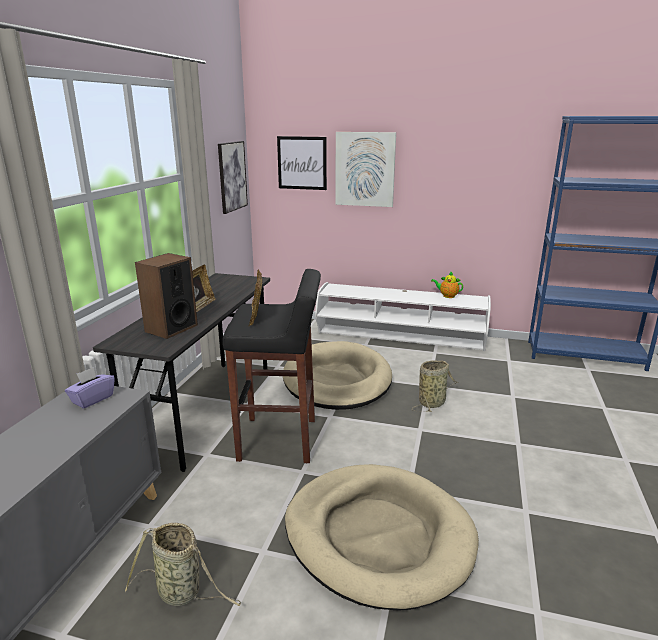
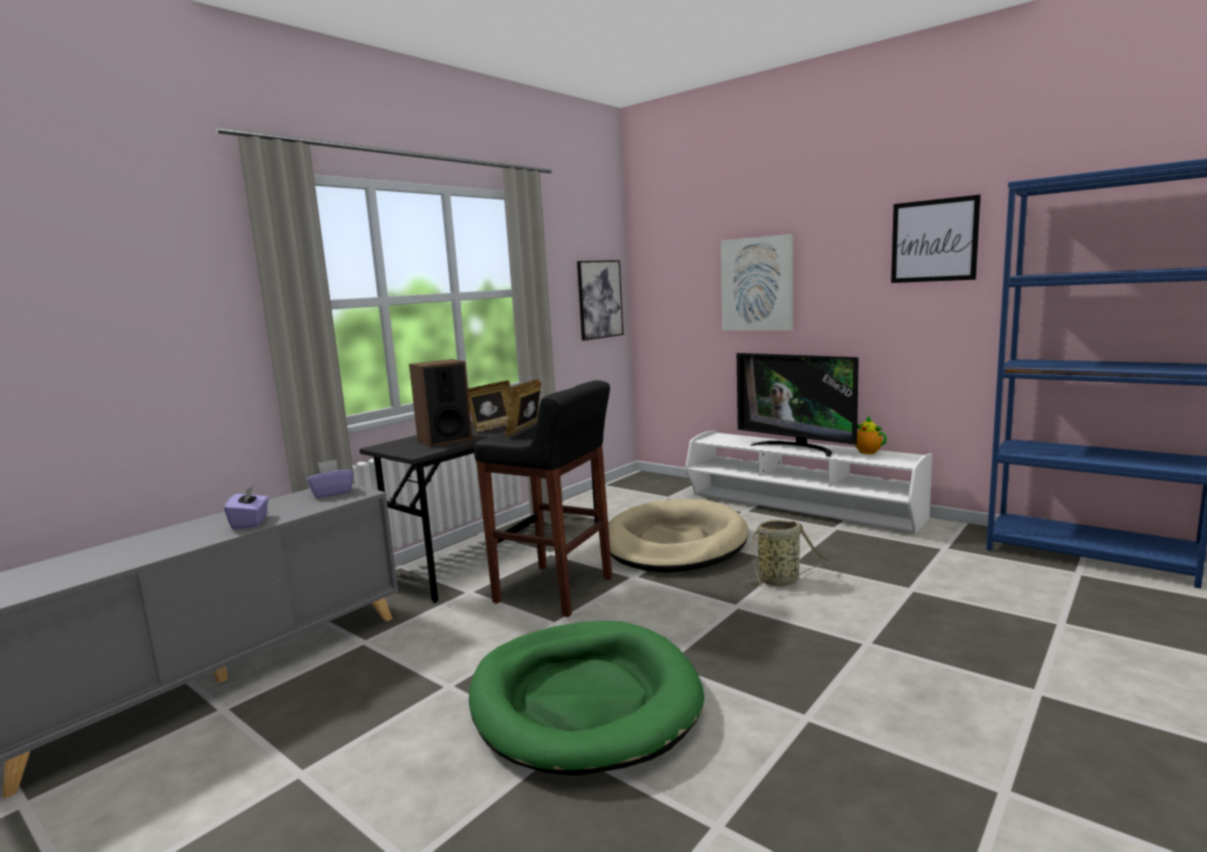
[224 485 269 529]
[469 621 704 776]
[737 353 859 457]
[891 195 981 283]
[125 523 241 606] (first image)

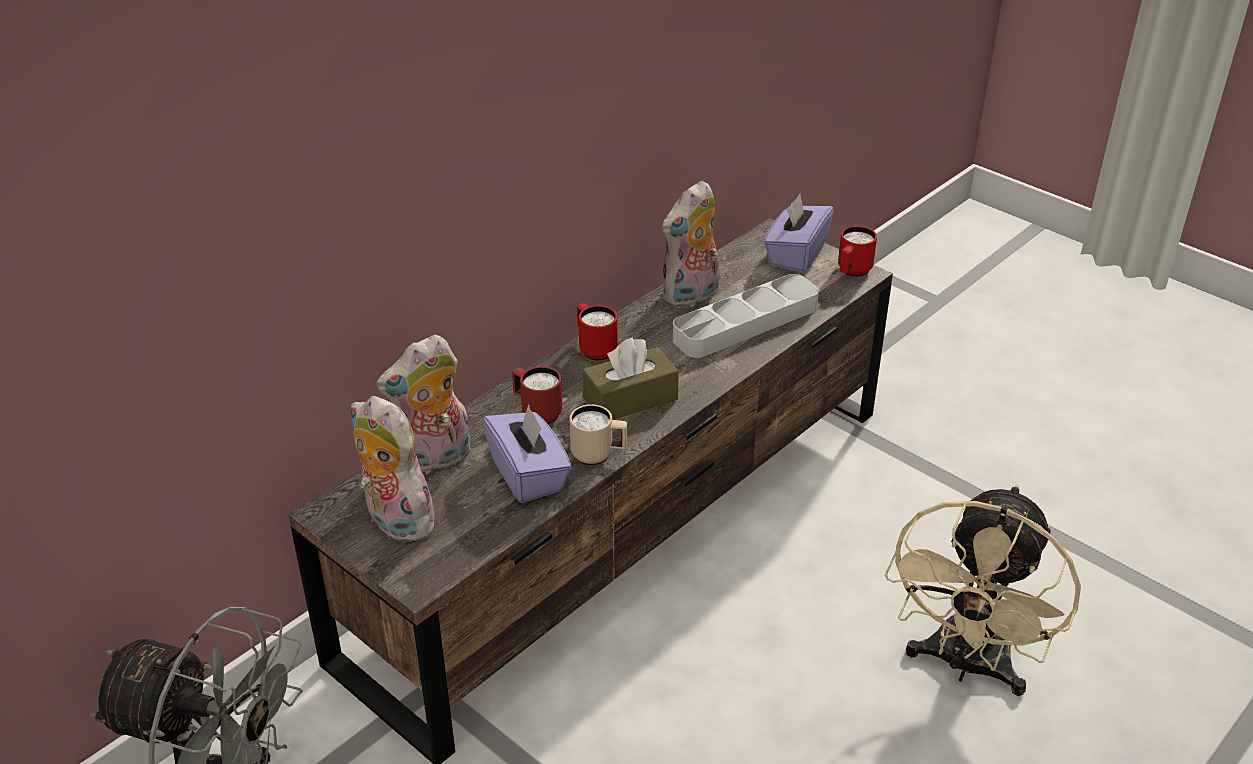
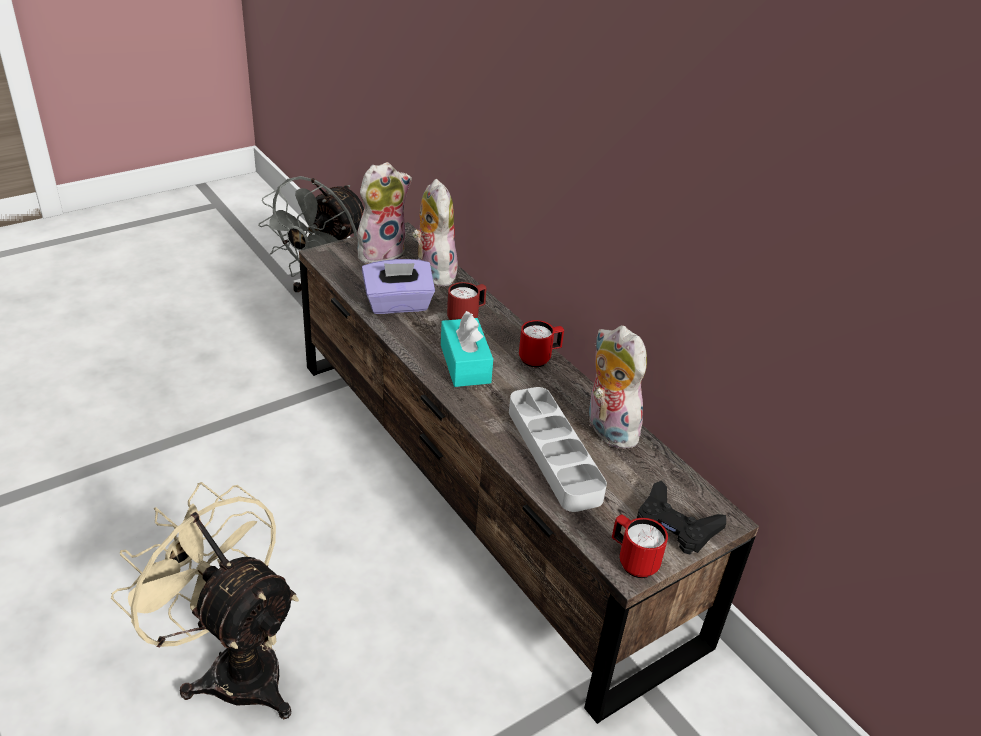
[441 311 493 387]
[637 480 726 554]
[569 404 627 465] (first image)

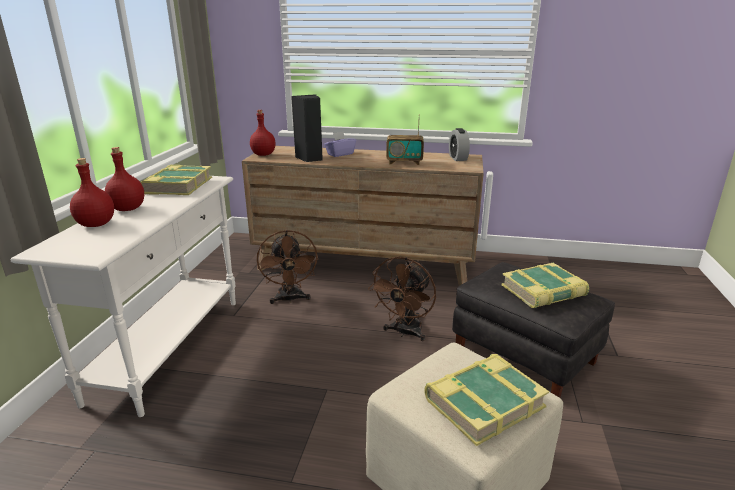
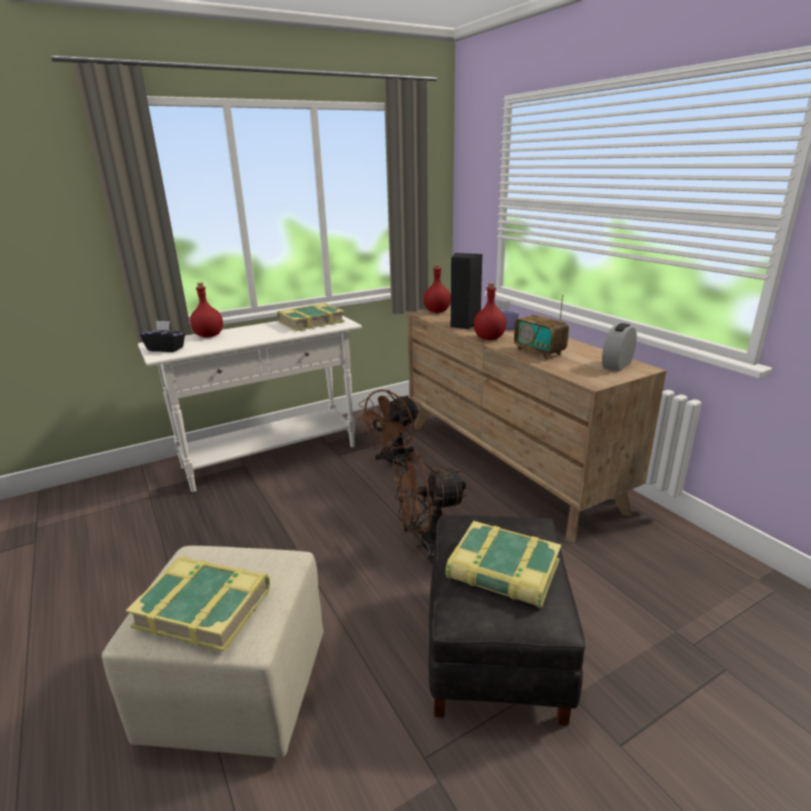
[140 320 185 352]
[474 283 506 340]

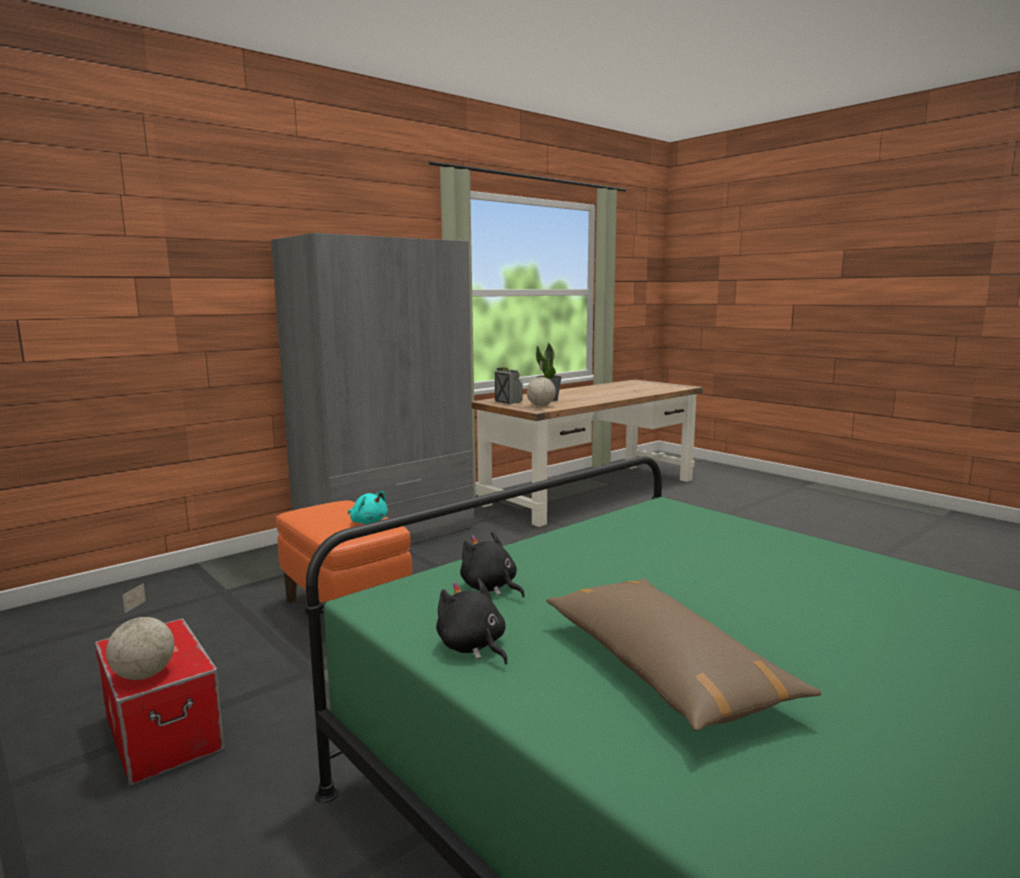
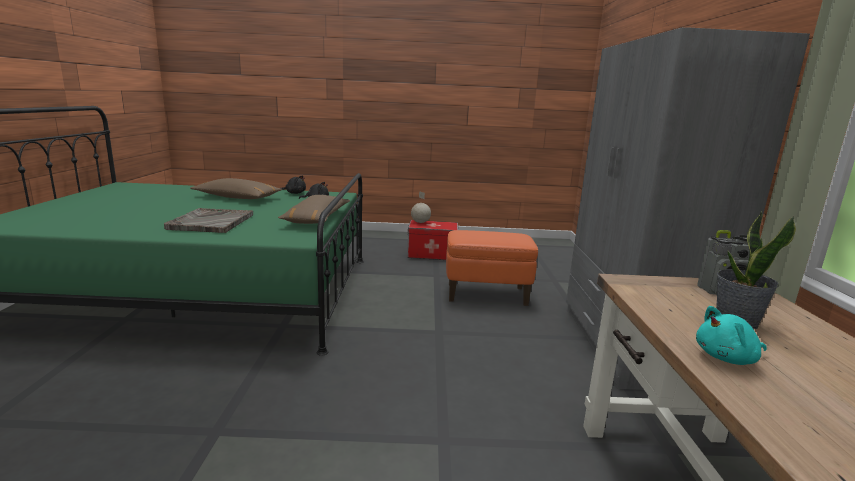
[164 208 253 233]
[278 195 350 224]
[696 306 767 365]
[527 361 556 406] (first image)

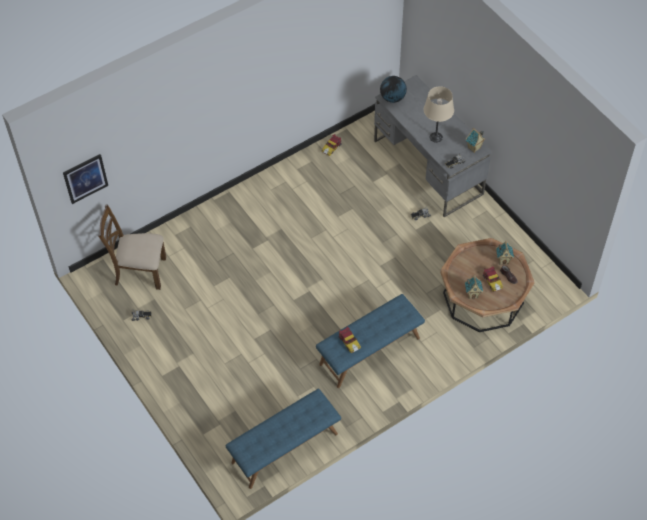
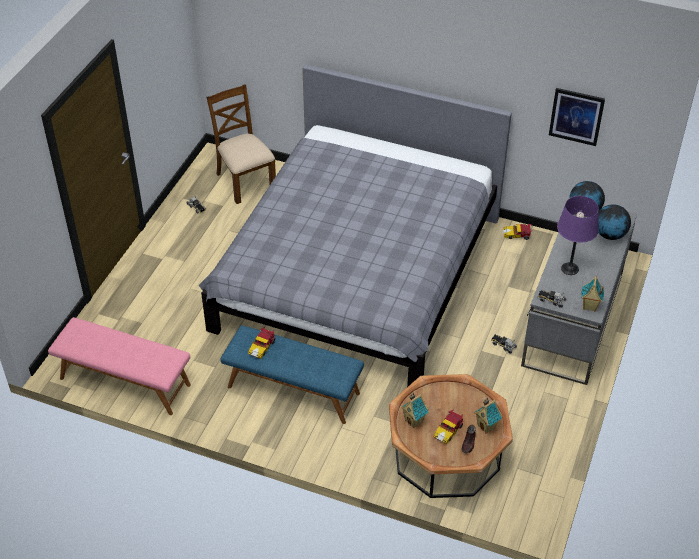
[48 317 191 415]
[198 64 512 387]
[549 88 605 146]
[557 196 599 275]
[598 204 631 240]

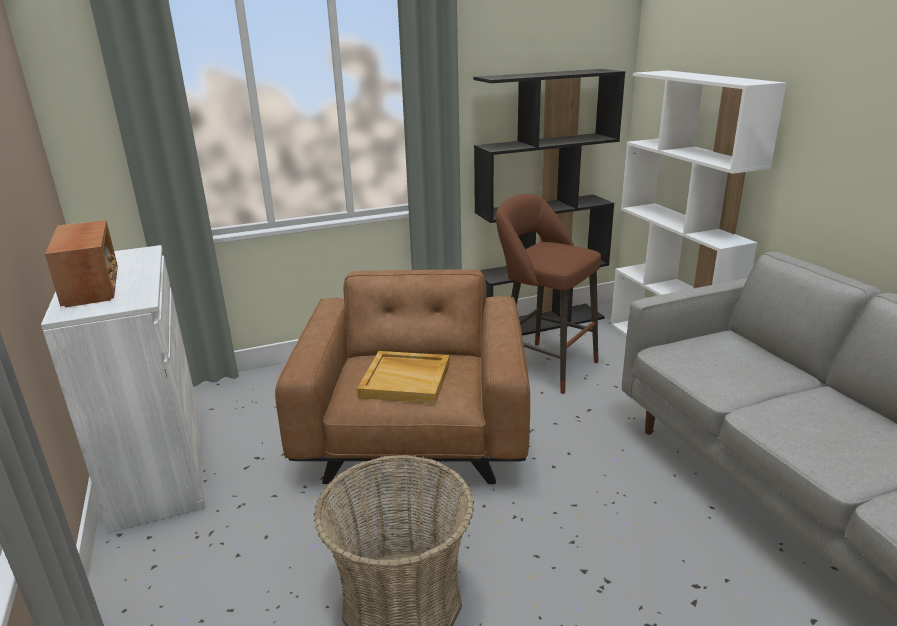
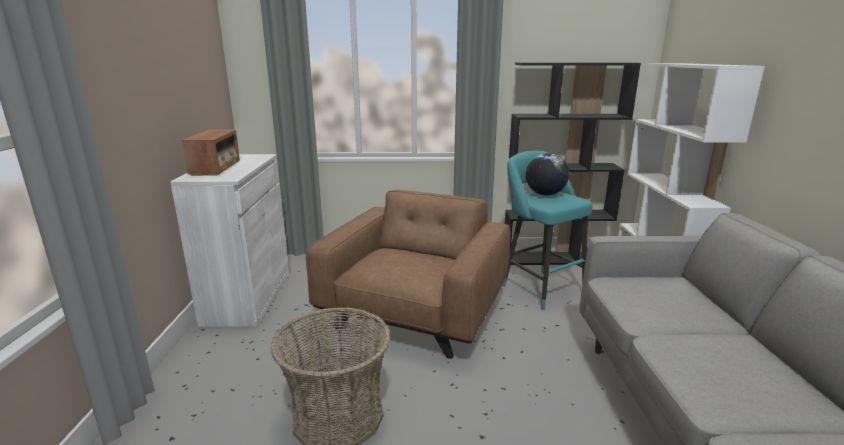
[502 151 593 310]
[526 153 569 196]
[357 351 450 404] (first image)

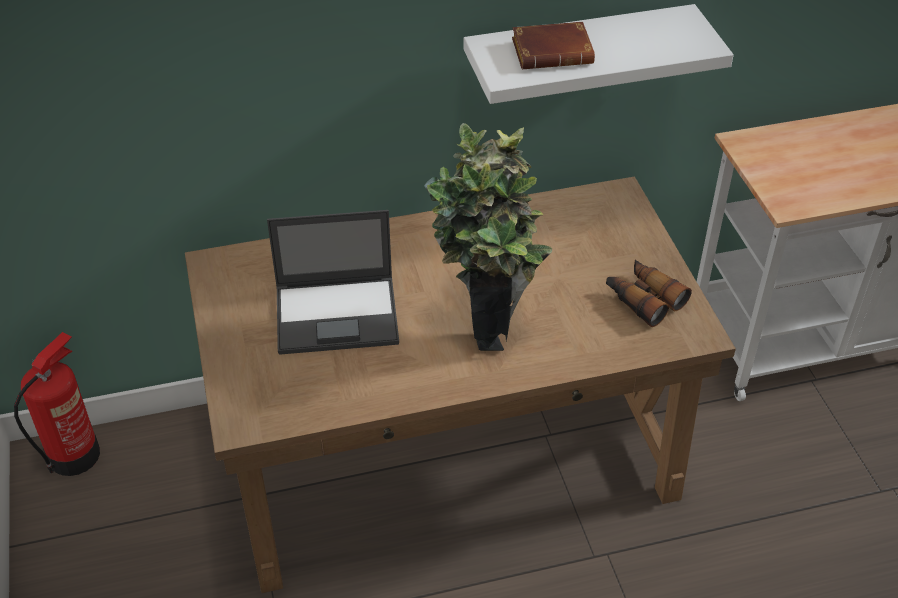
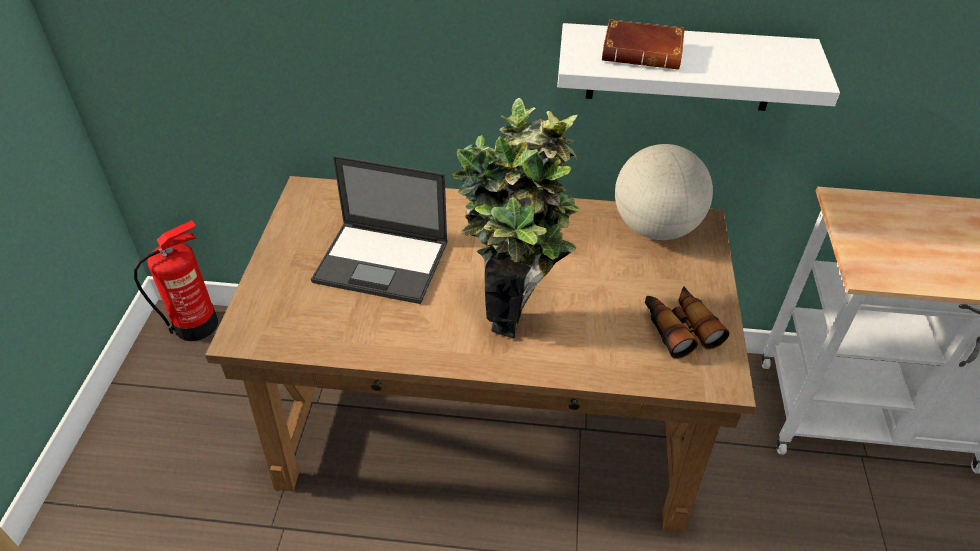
[615 144 713 240]

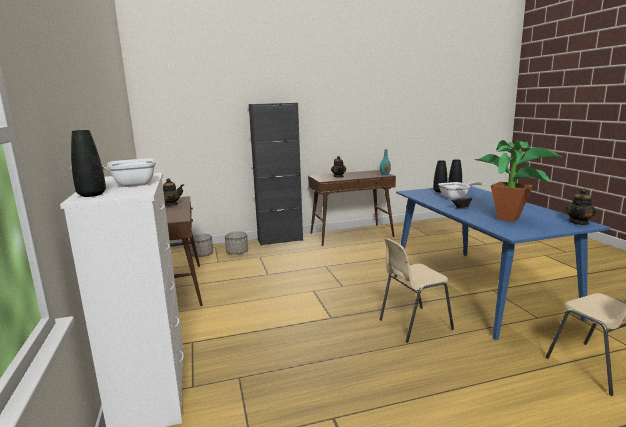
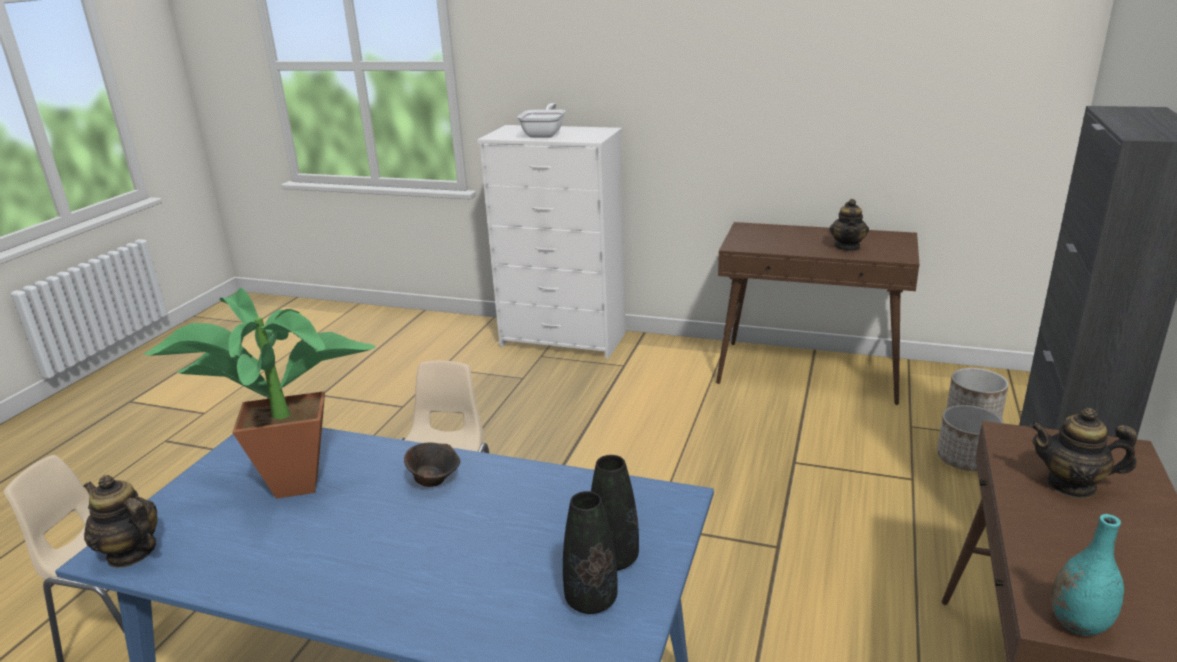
[83 475 158 568]
[71 130 106 197] (first image)
[438 182 483 199] (first image)

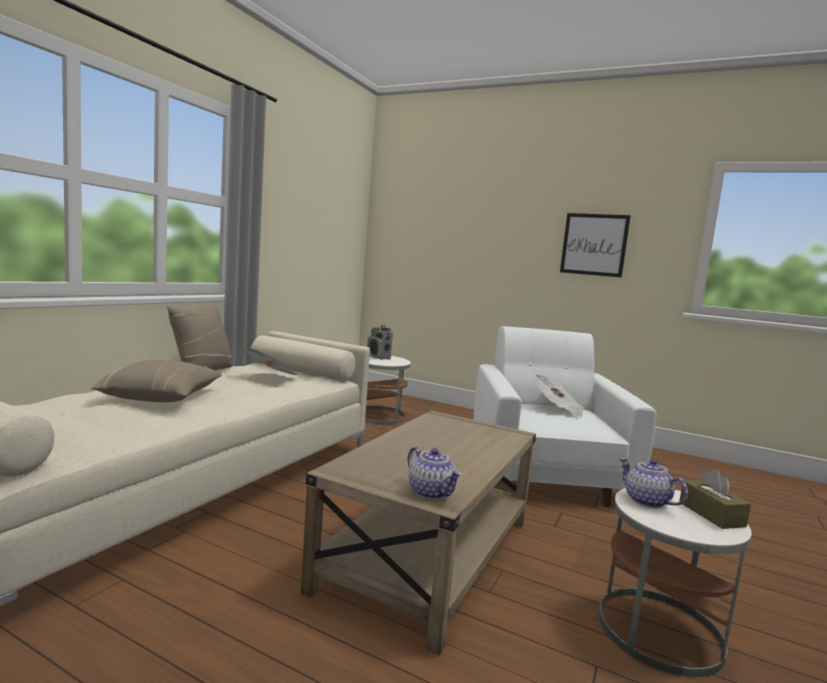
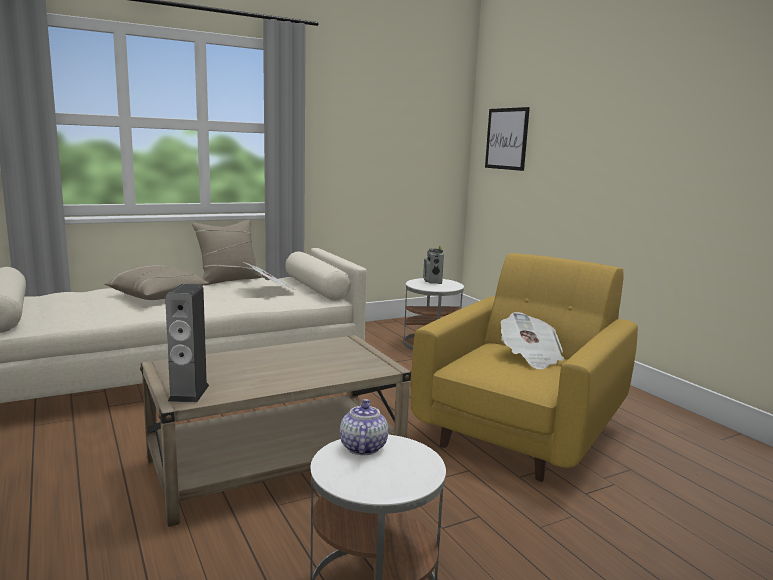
[165 284 209 402]
[411 253 638 482]
[485 107 530 171]
[679 469 751 529] (first image)

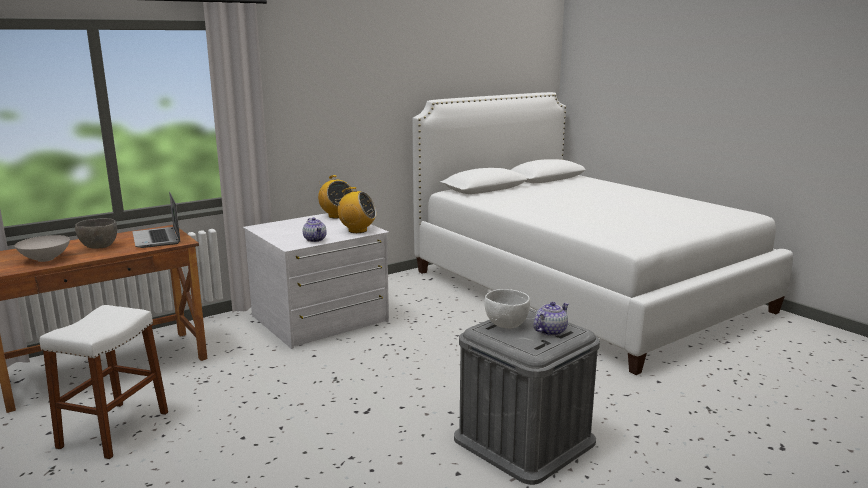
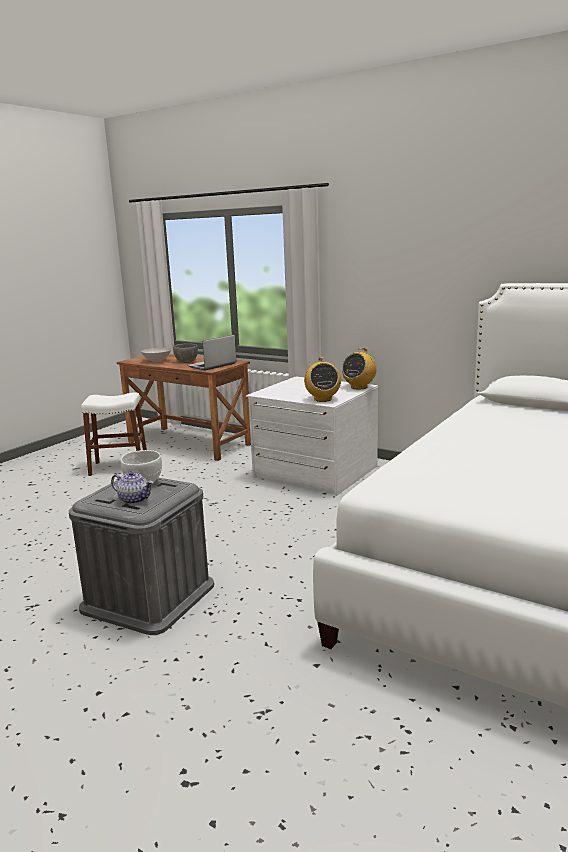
[303 217 327 242] (first image)

